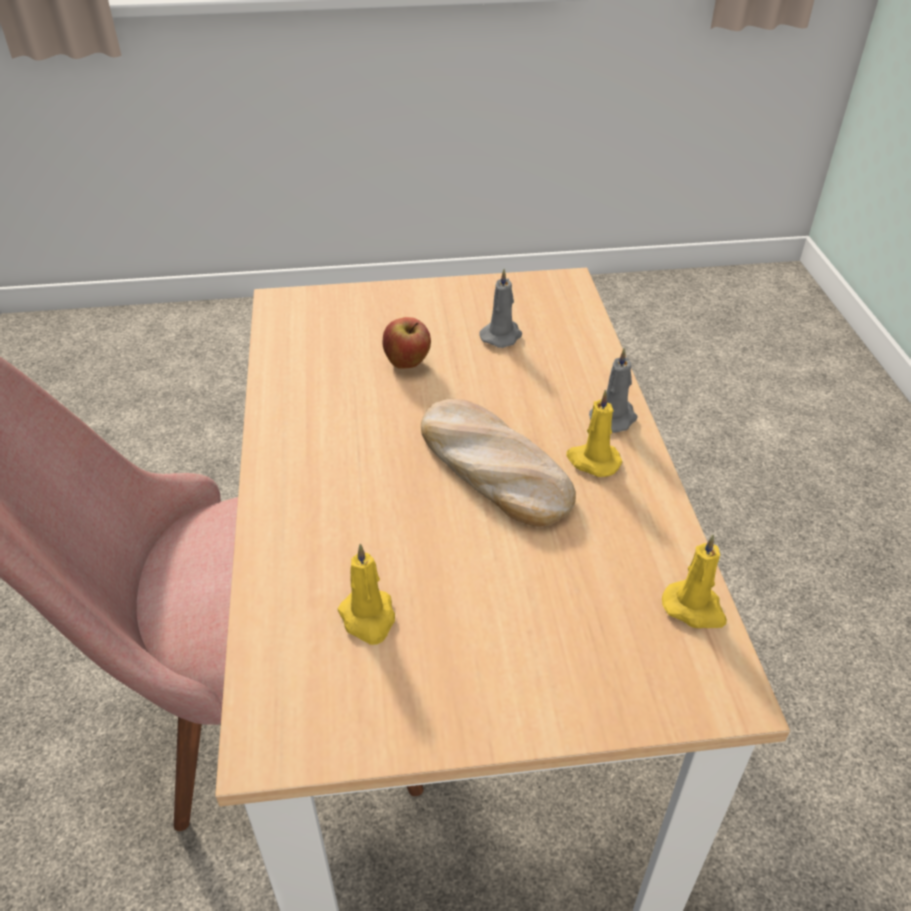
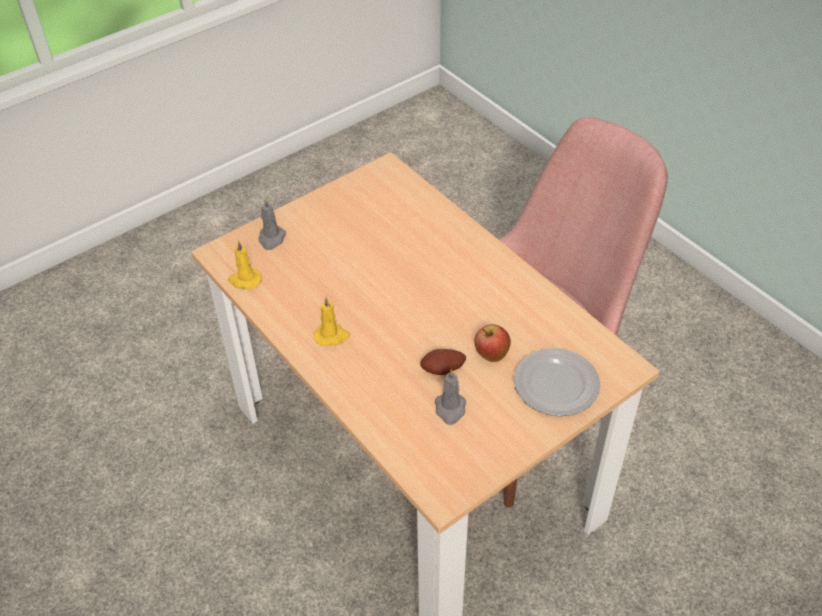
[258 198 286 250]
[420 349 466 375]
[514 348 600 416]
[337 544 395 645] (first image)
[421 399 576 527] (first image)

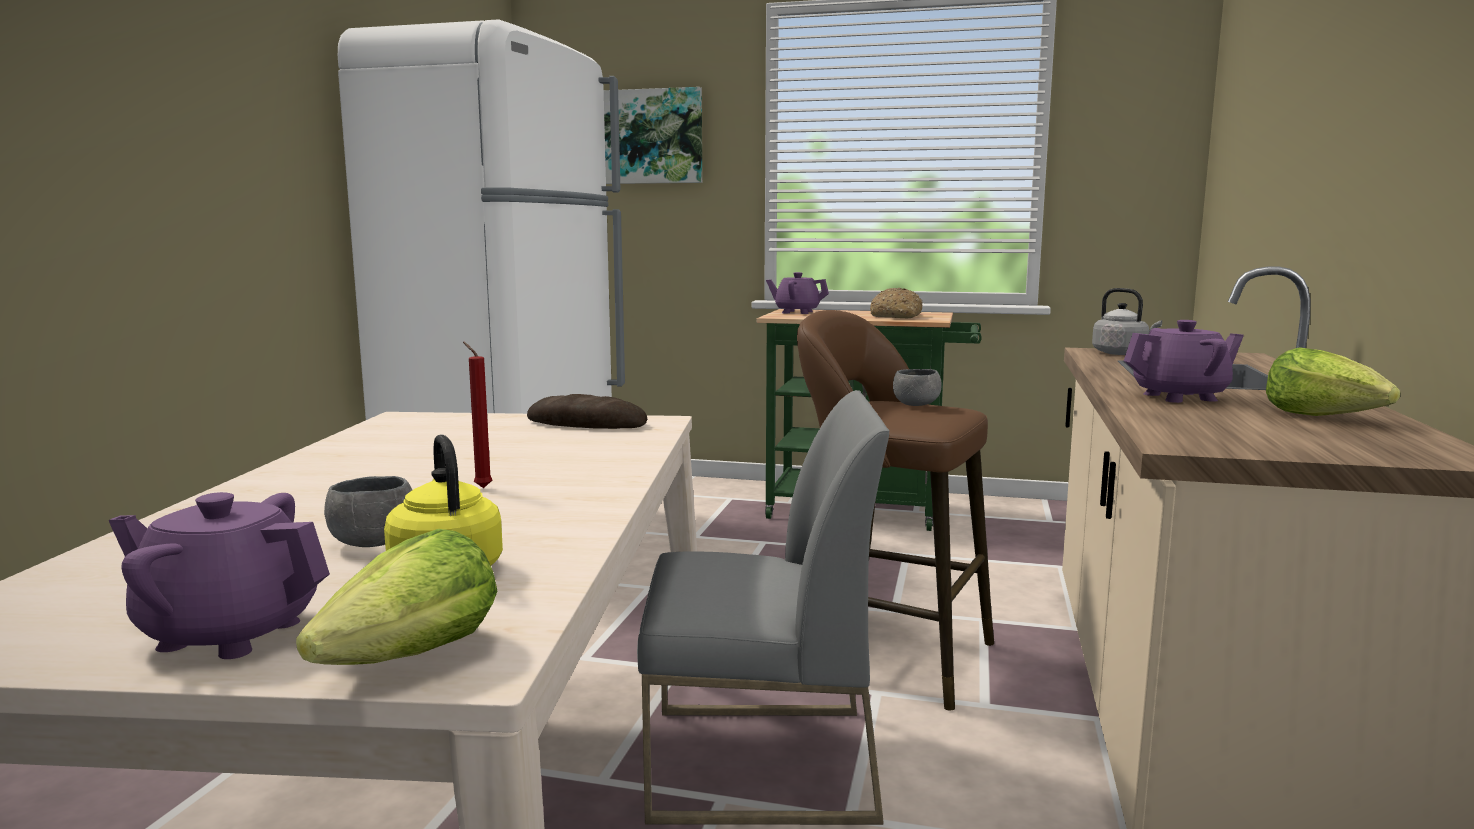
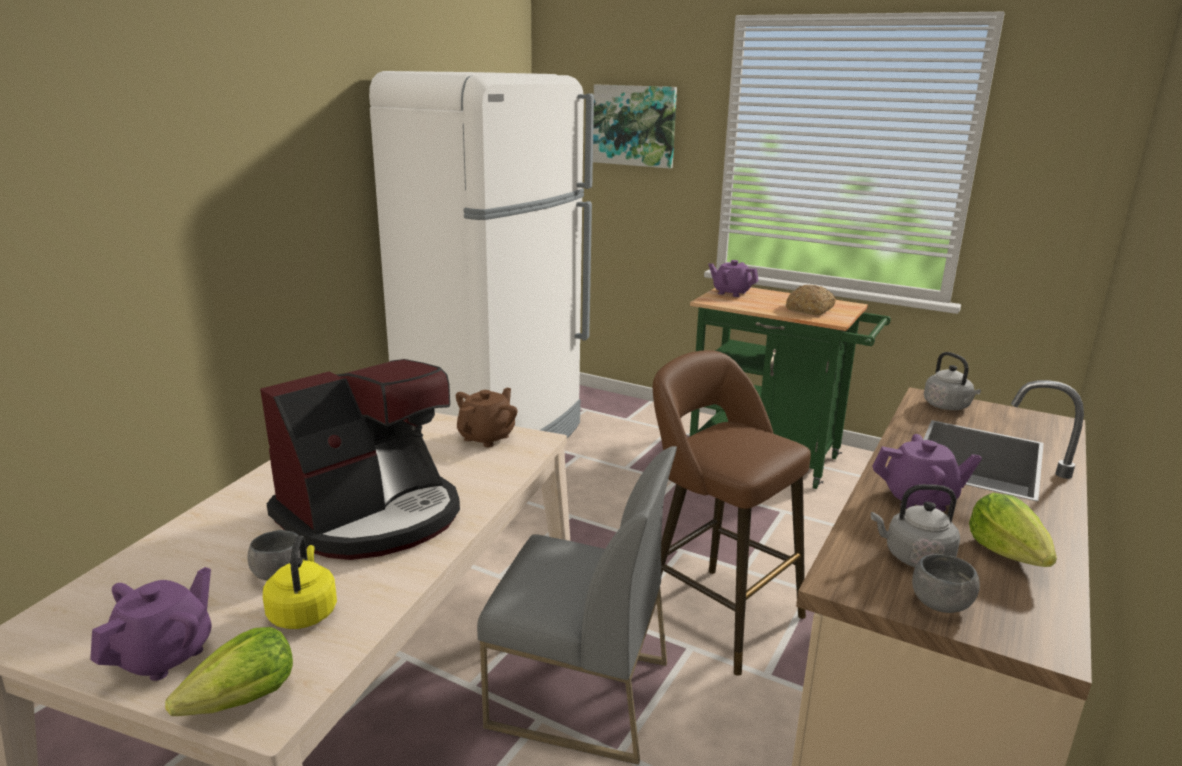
[90 567 212 681]
[260 359 460 560]
[456 388 517 447]
[871 484 960 567]
[912 554 980 613]

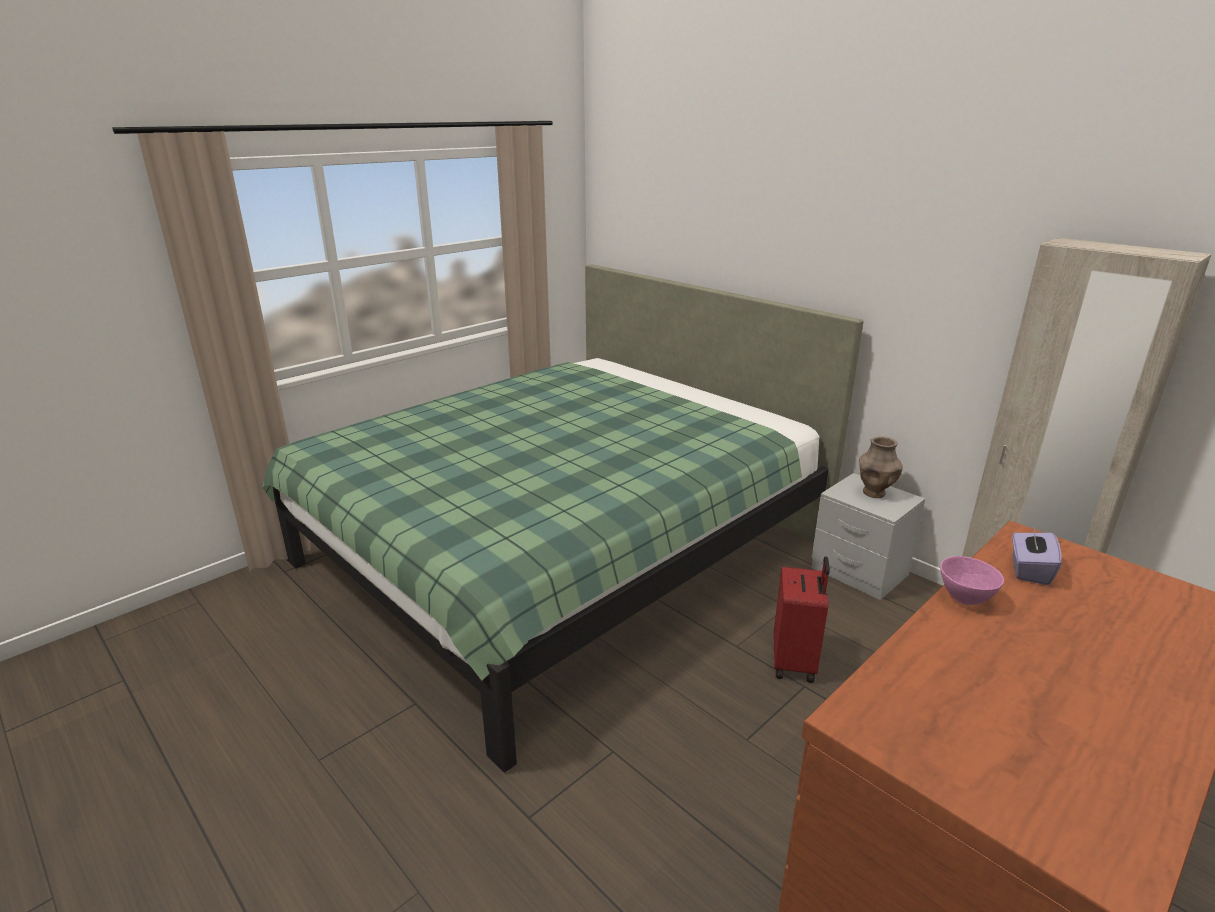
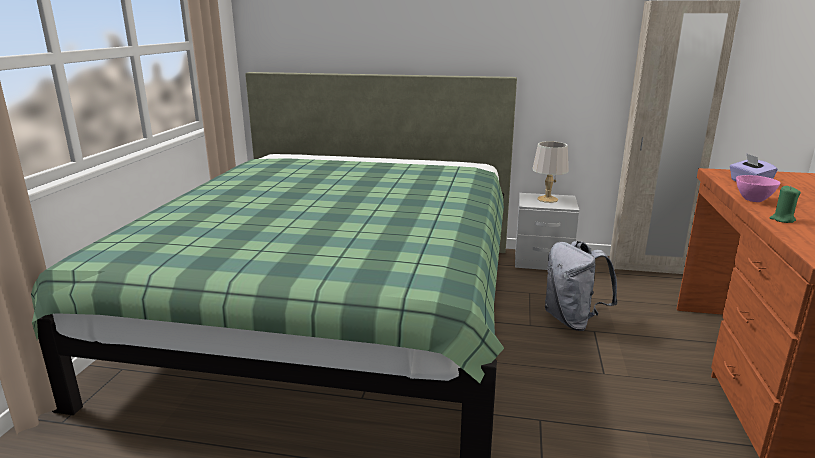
[532 141 569 203]
[545 241 618 331]
[769 186 801 223]

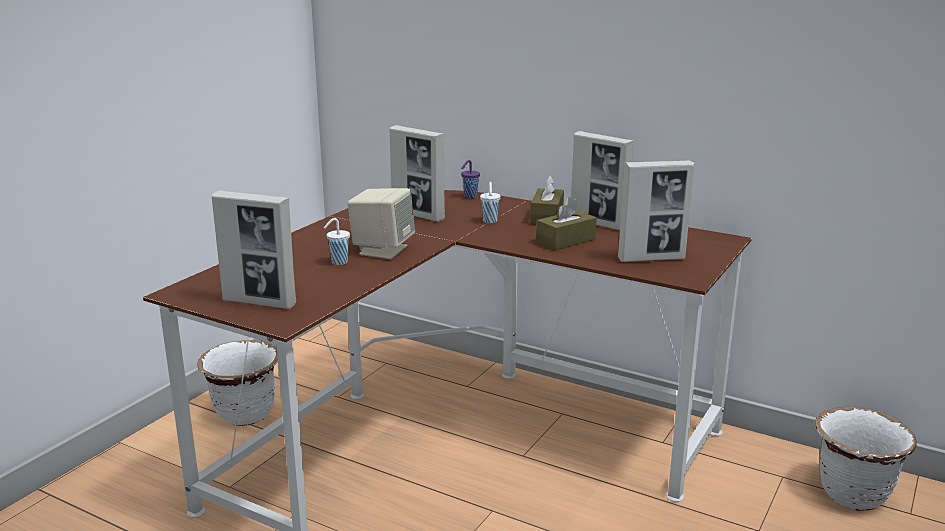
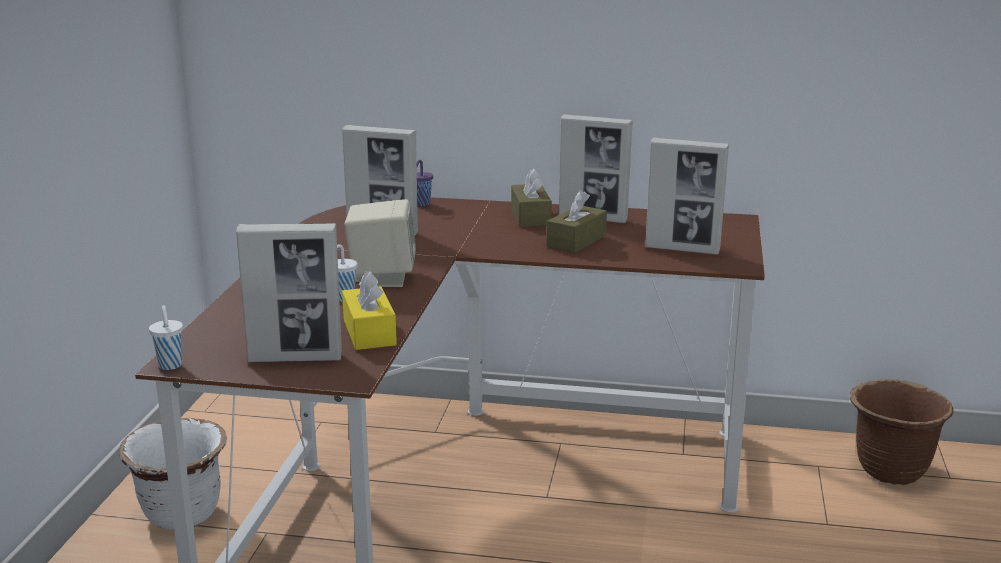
[149 305 183 370]
[342 271 397 350]
[645 137 729 255]
[850 379 953 485]

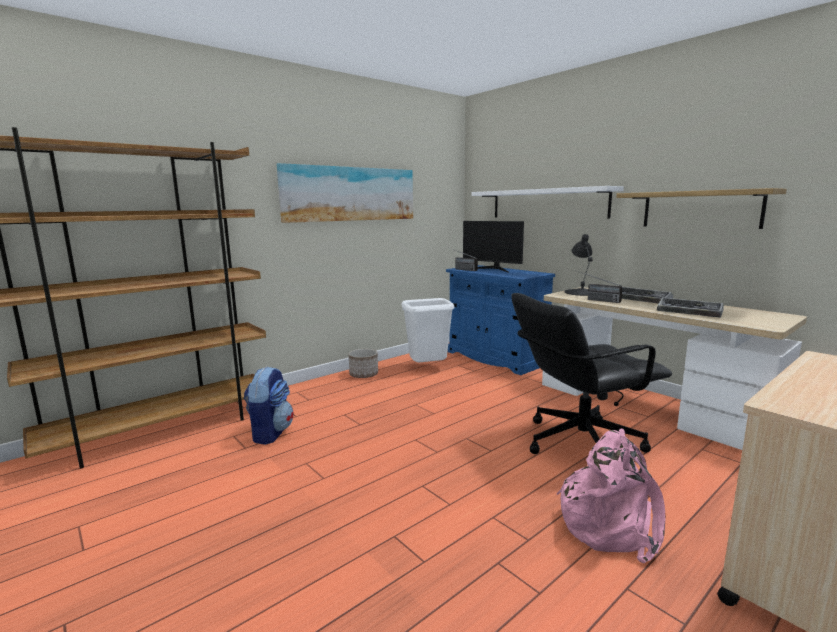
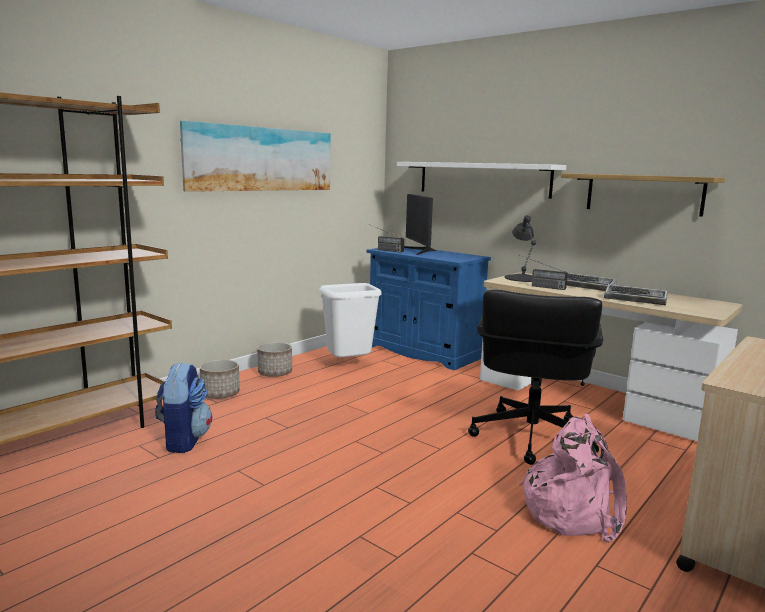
[200 359 240 399]
[404 194 436 255]
[468 290 603 465]

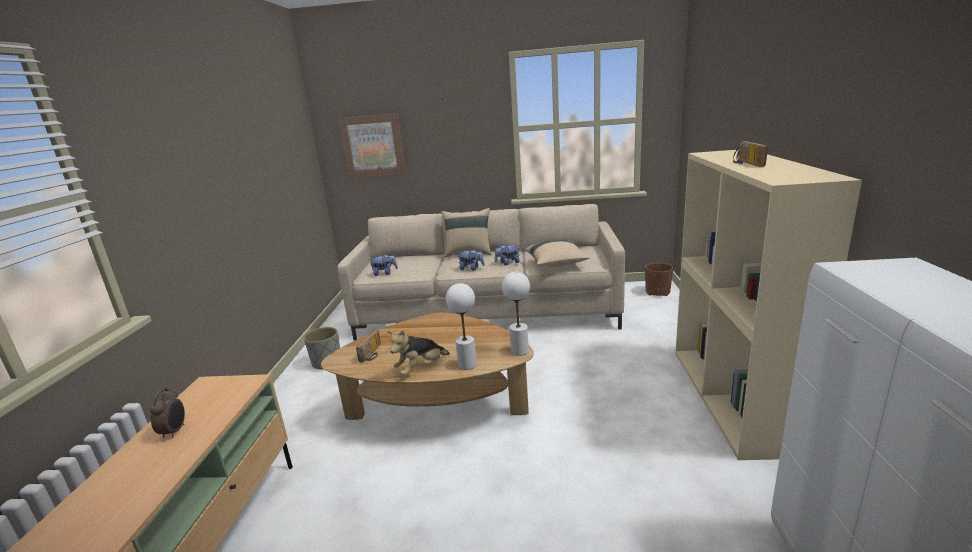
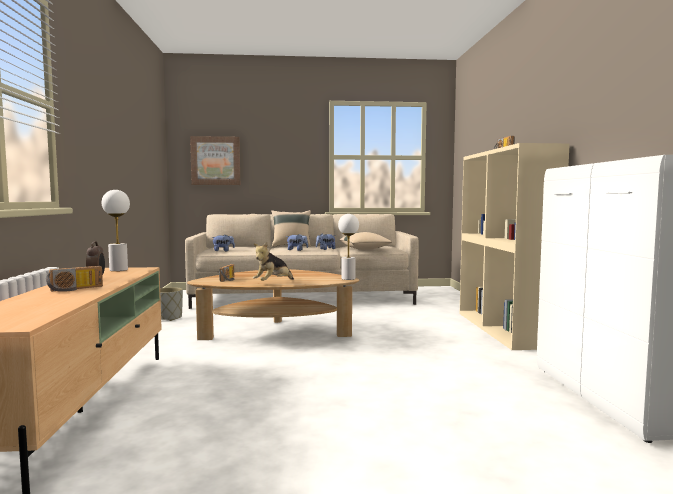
[46 266 103 292]
[102 190 130 271]
[645 263 673 296] (first image)

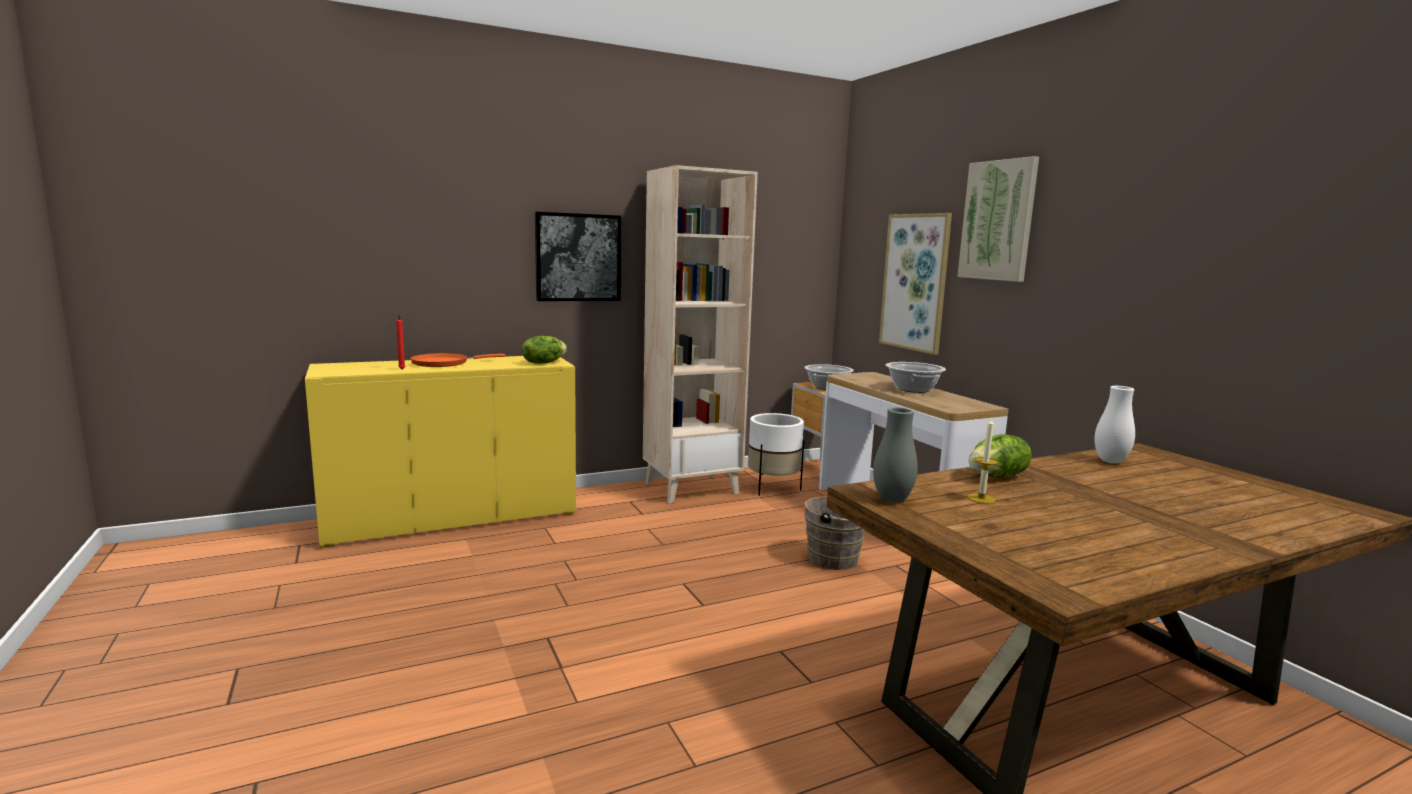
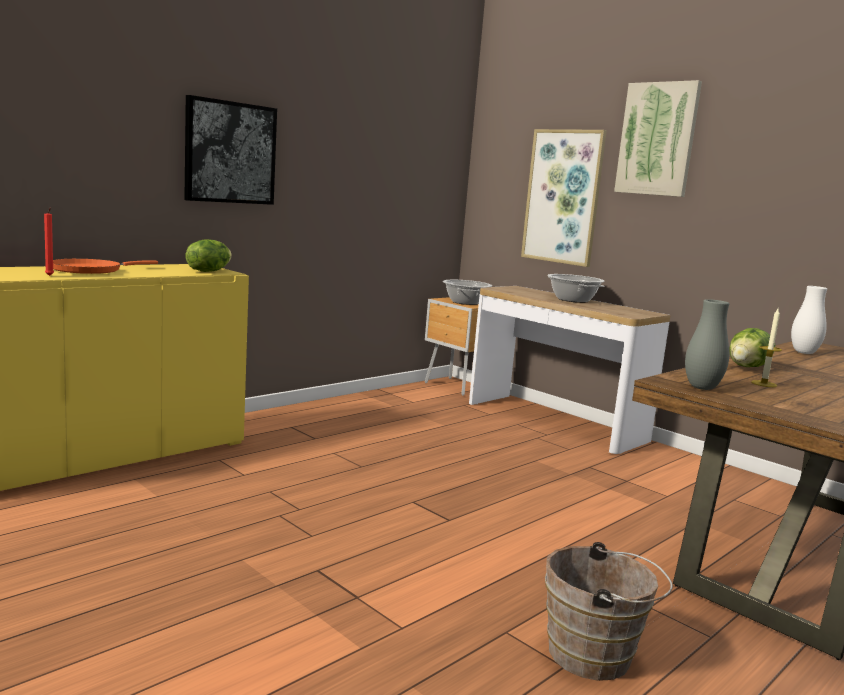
[545 542 673 681]
[643 165 758 503] (first image)
[748 413 804 496] (first image)

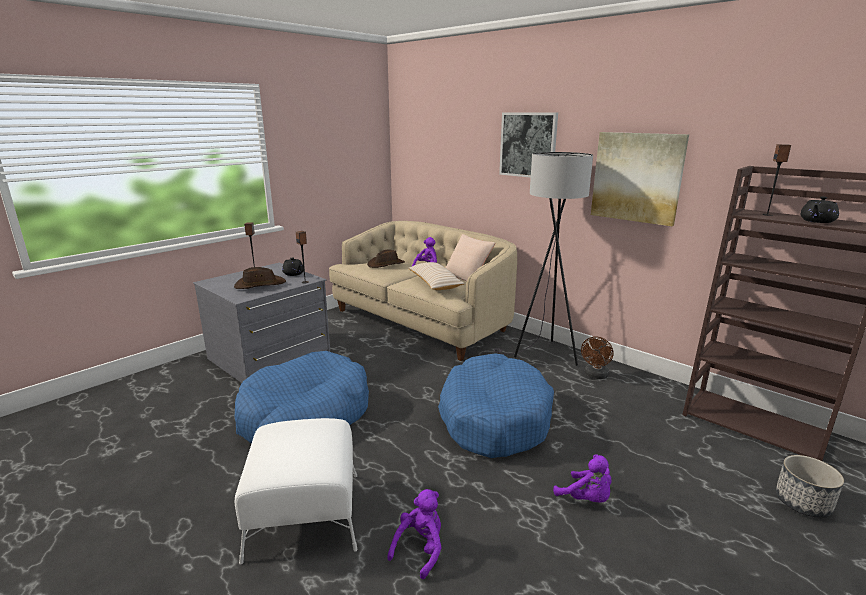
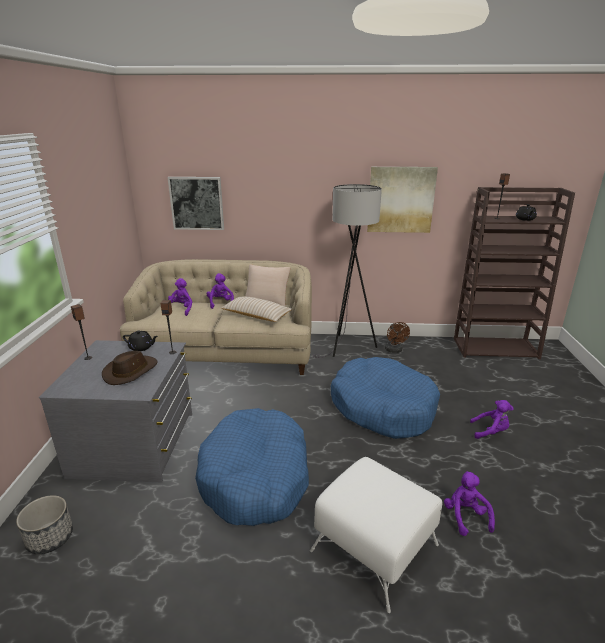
[16 495 73 554]
[167 177 224 230]
[168 278 192 316]

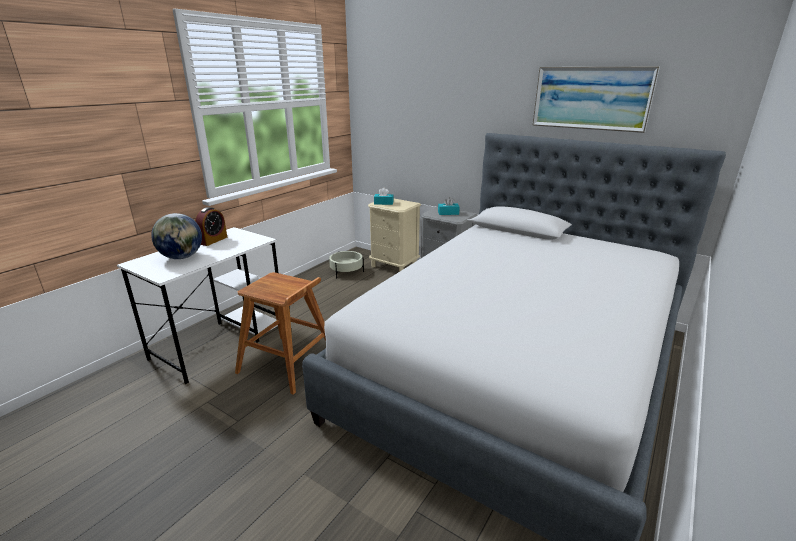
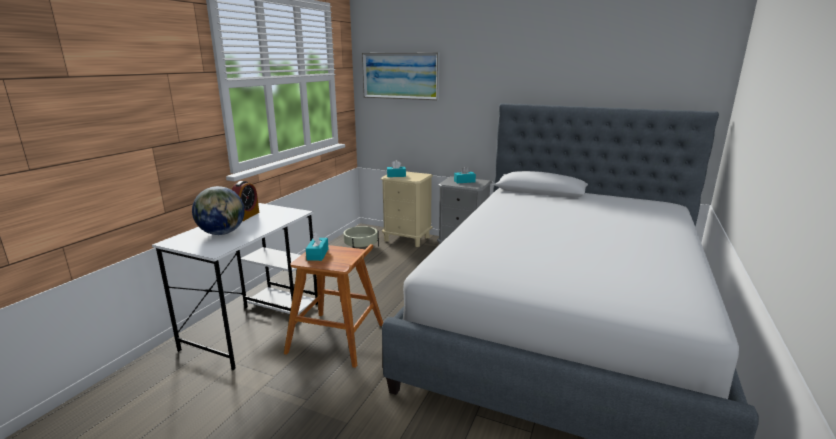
[306 232 329 261]
[362 53 439 100]

